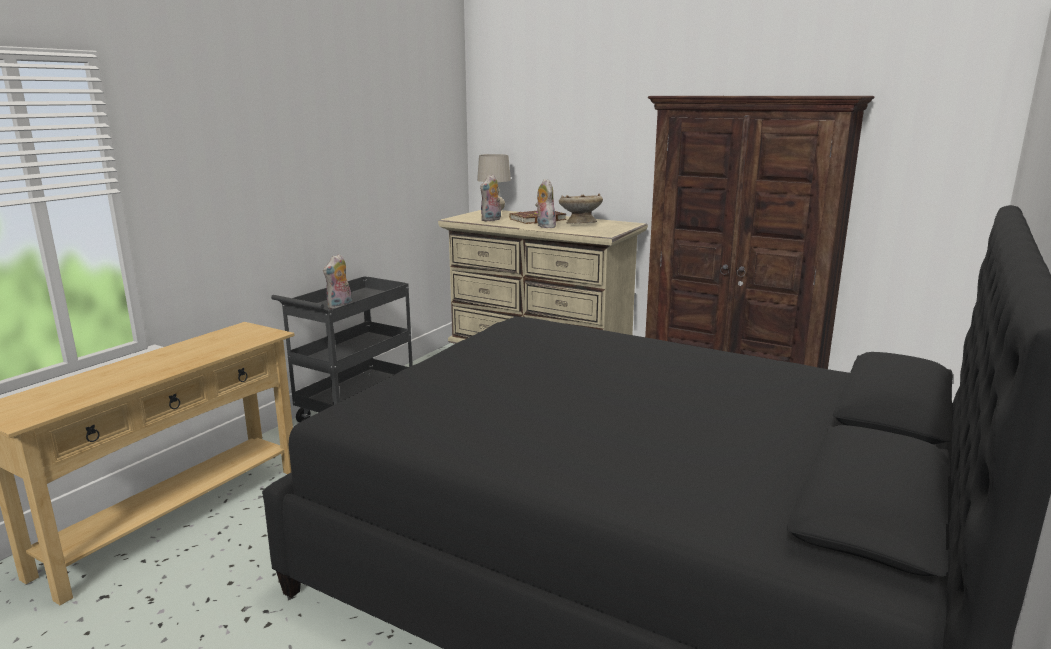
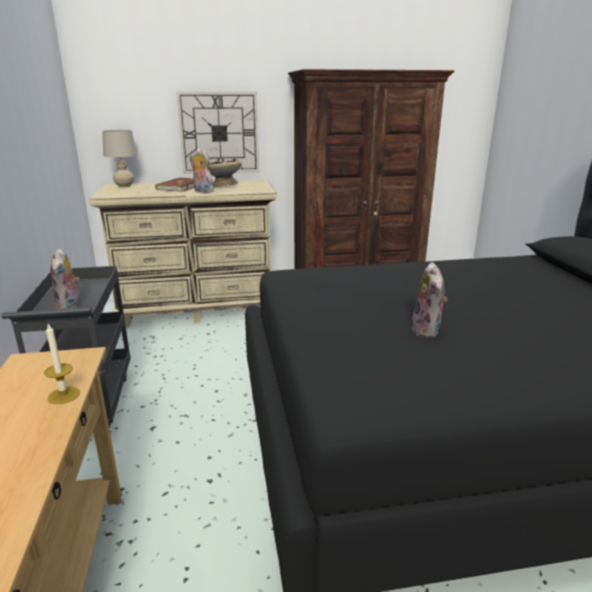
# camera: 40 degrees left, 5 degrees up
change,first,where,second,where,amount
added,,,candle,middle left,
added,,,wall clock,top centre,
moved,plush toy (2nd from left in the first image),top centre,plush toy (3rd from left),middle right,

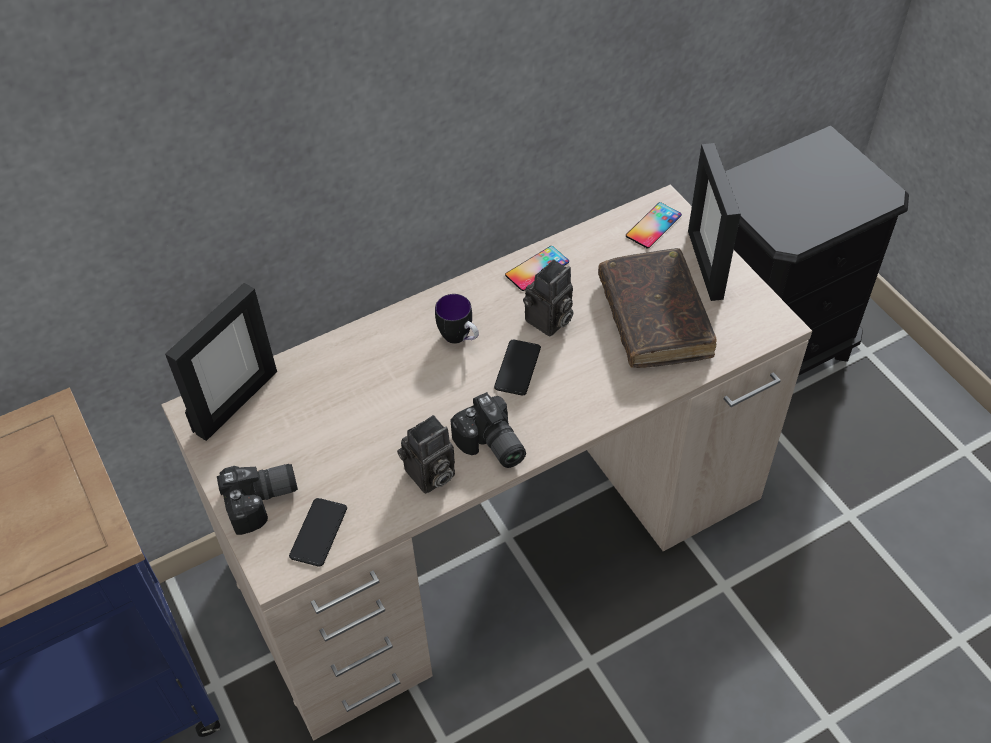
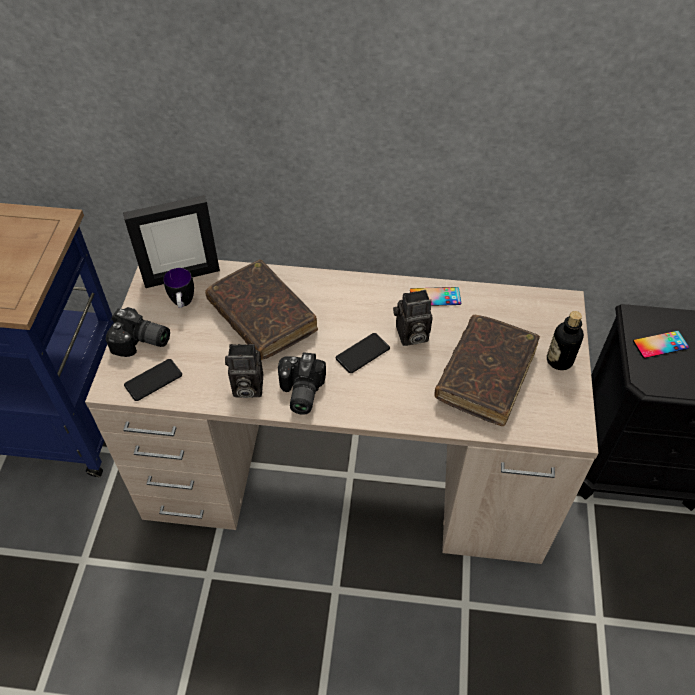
# camera: 35 degrees right, 0 degrees up
change,first,where,second,where,amount
added,,,brown book (1st from left),centre,
moved,mug,centre,,middle left,
moved,phone (4th from left),top centre,,middle right,
replaced,picture frame (2nd from left),top right,bottle,middle right,

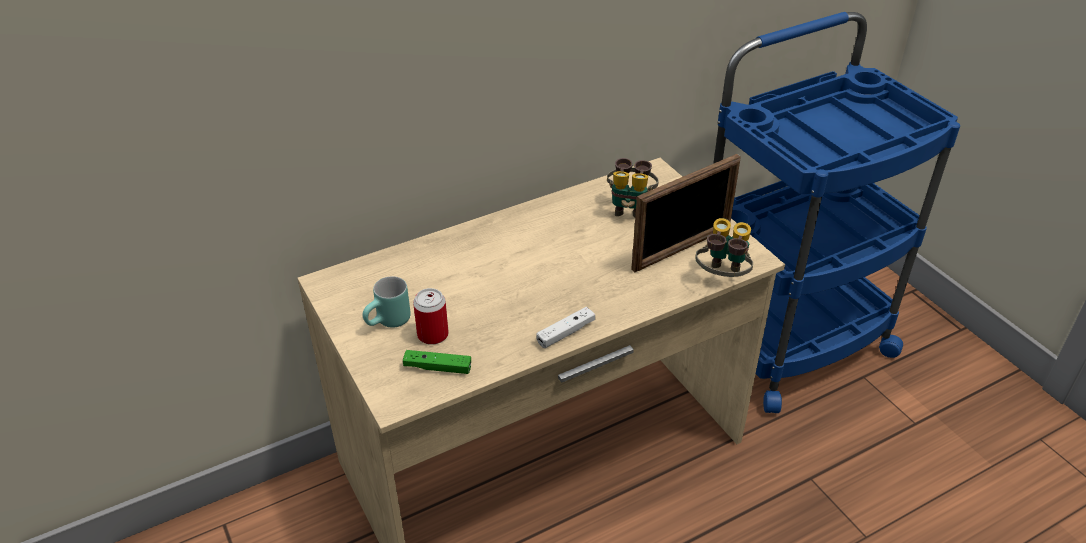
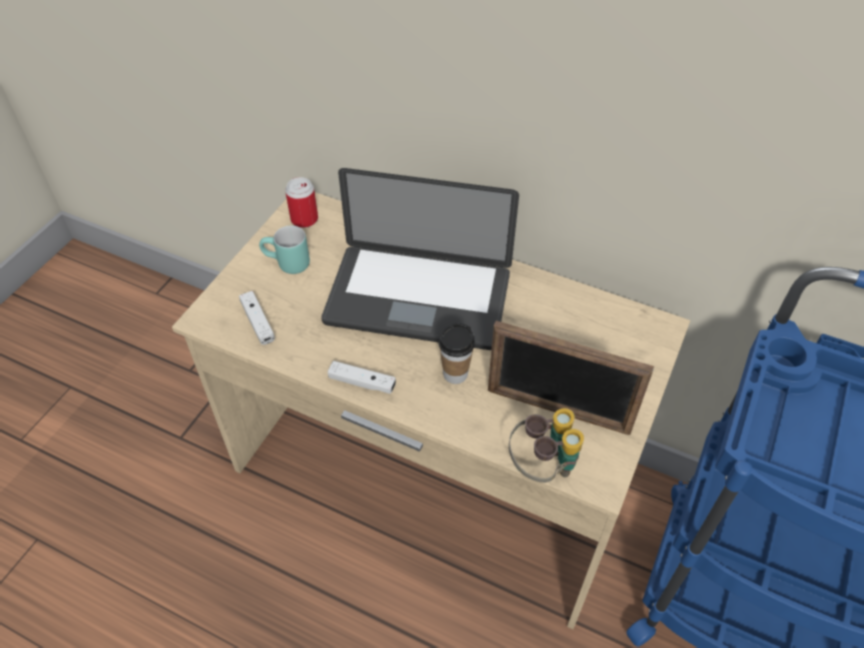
# camera: 55 degrees right, 10 degrees up
change,first,where,second,where,amount
removed,binoculars (1st from left),centre,,,
added,,,laptop,centre,
added,,,cup,centre,
moved,can,centre,,top centre,
recoloured,green game controller,bottom centre,white game controller (1st from left),middle left,

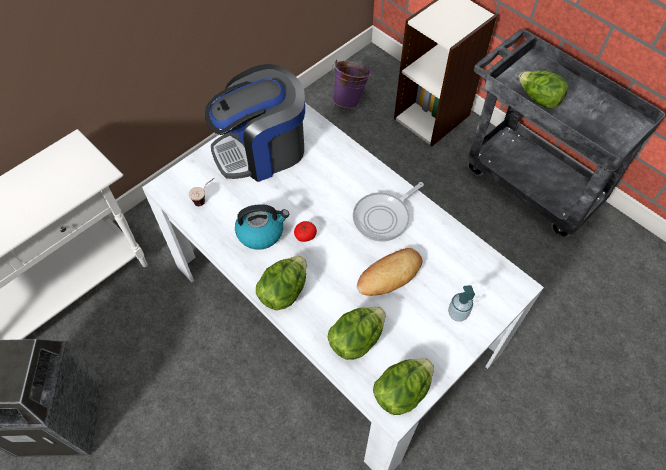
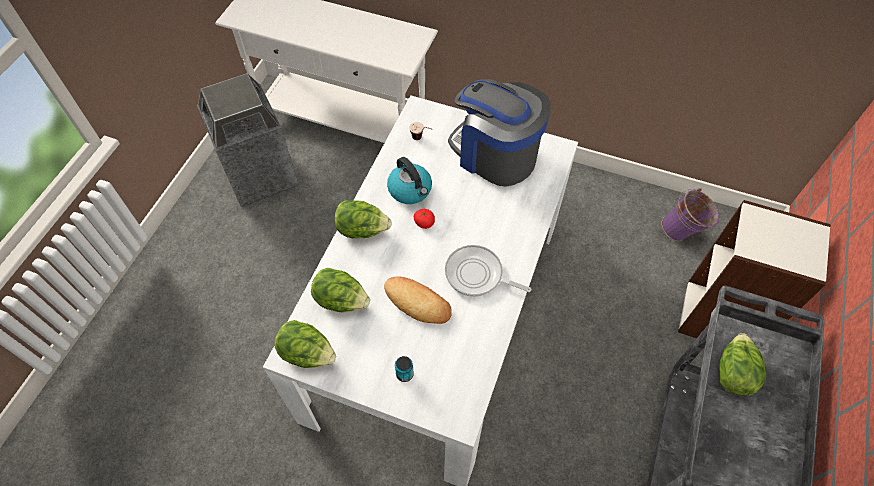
# camera: 65 degrees right, 0 degrees up
change,first,where,second,where,amount
replaced,soap dispenser,middle right,can,bottom centre,

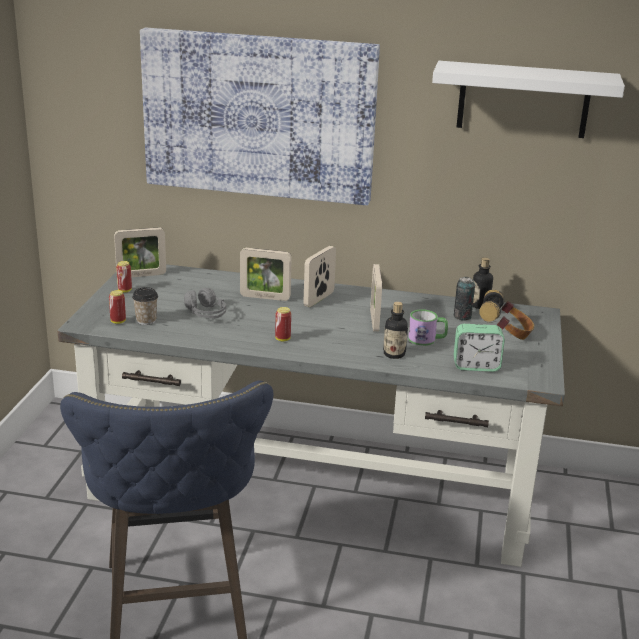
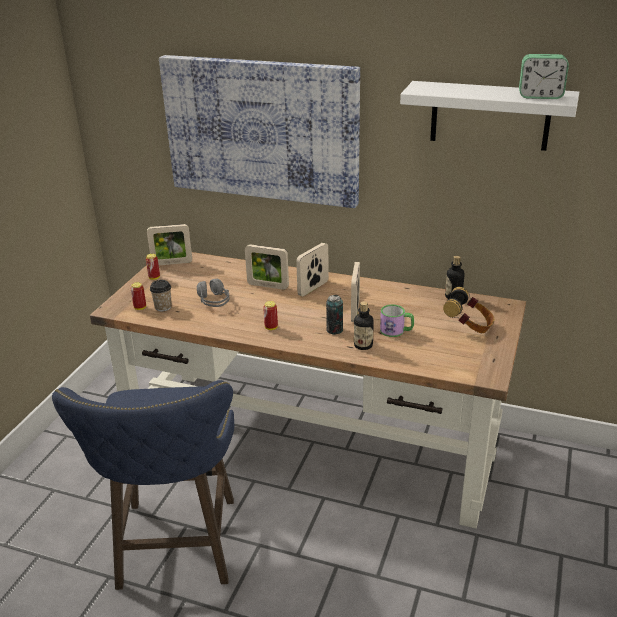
# camera: 10 degrees right, 5 degrees up
change,first,where,second,where,amount
moved,can (4th from left),middle right,,centre,
moved,alarm clock,middle right,,top right,
recoloured,grey desk,centre,brown desk,centre,

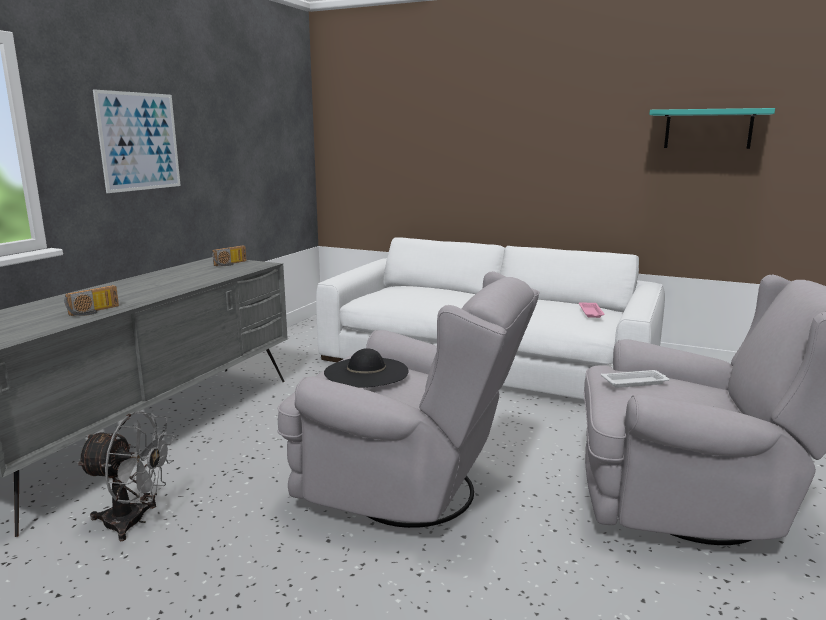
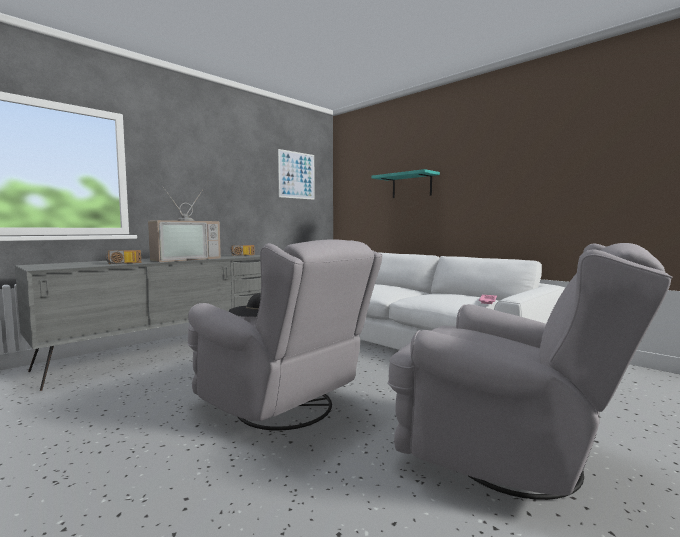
# camera: 20 degrees right, 10 degrees down
change,first,where,second,where,amount
removed,grey fan,bottom left,,,
removed,white tray,middle right,,,
added,,,television,middle left,
moved,picture,top left,,top centre,
moved,turquoise shelf,top right,,centre,

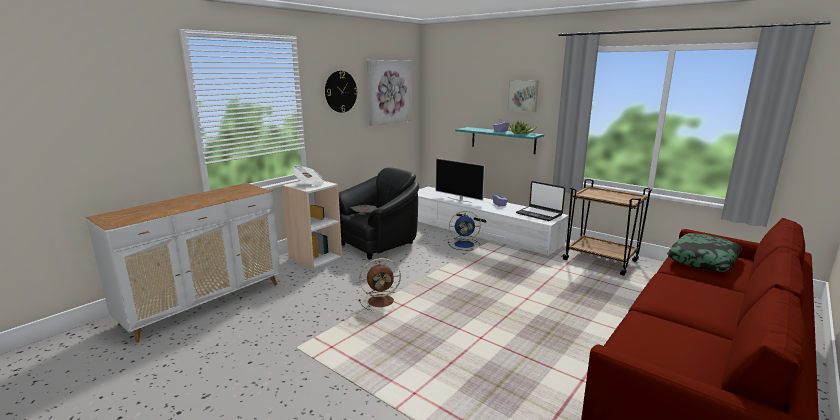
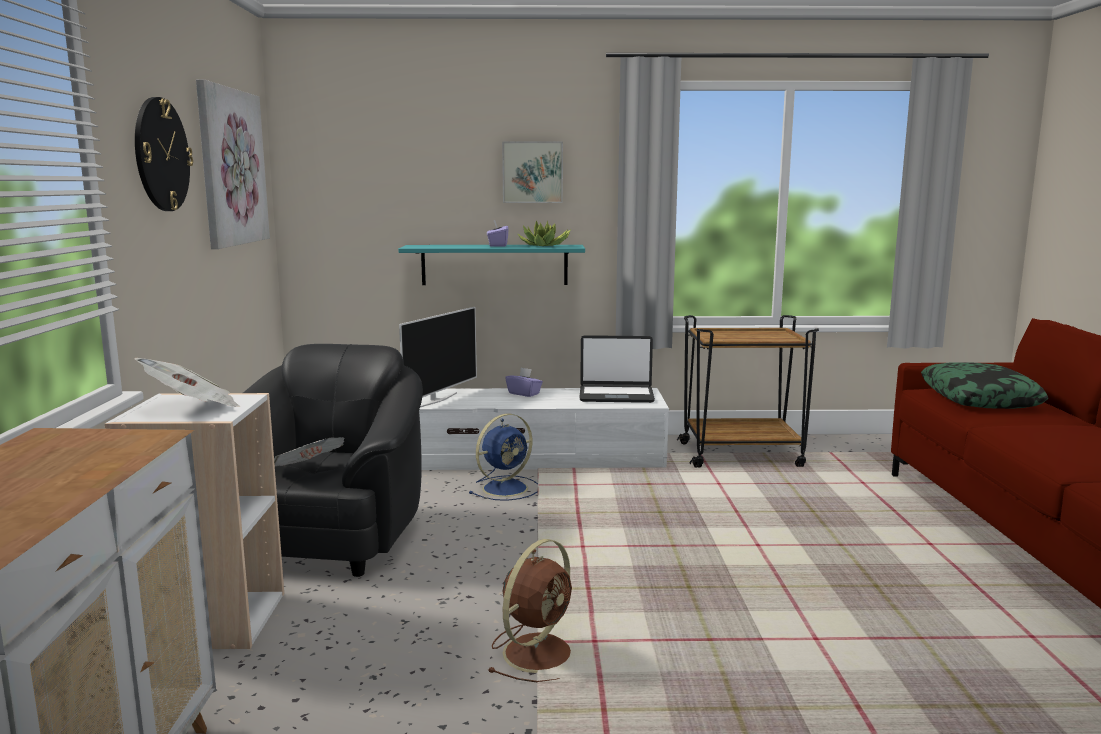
# camera: 40 degrees left, 5 degrees down
change,first,where,second,where,amount
turned,television,centre,,centre,60 degrees counterclockwise

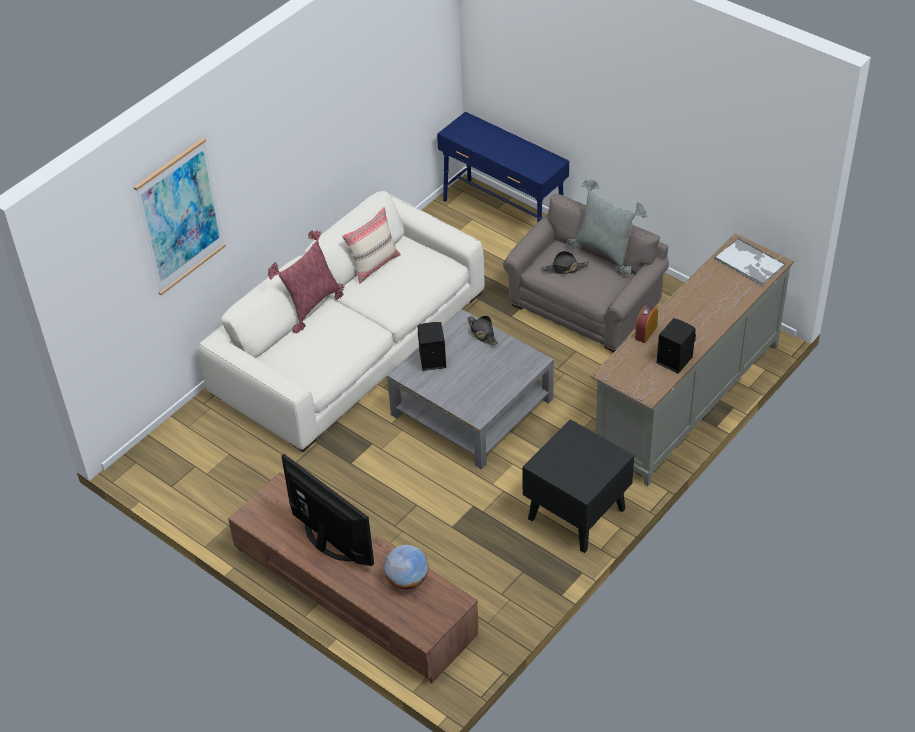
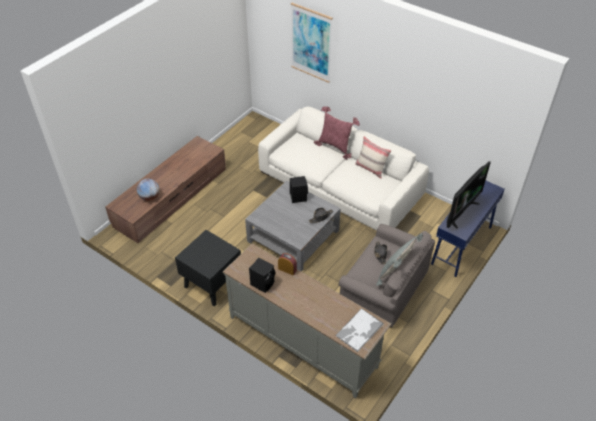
# camera: 85 degrees right, 0 degrees up
change,first,where,second,where,amount
moved,television,bottom centre,,middle right,

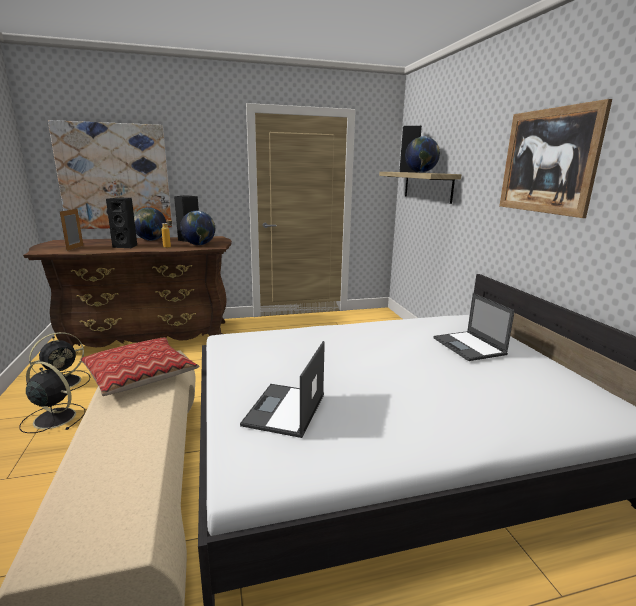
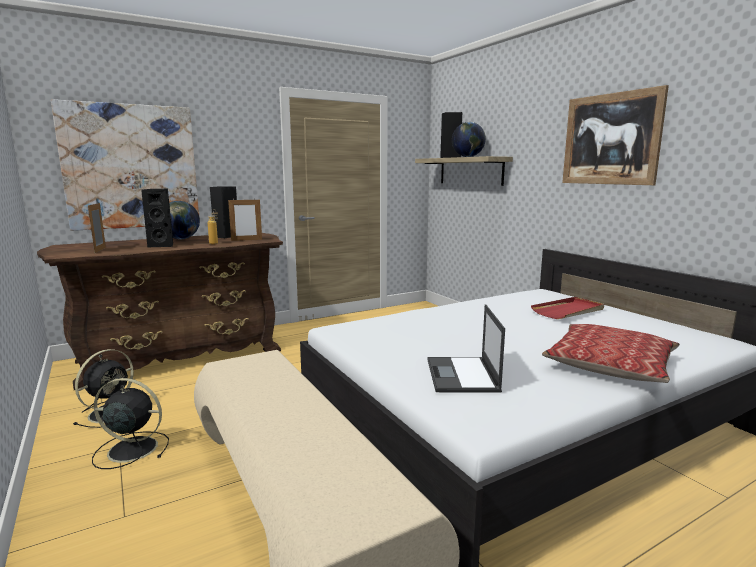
# camera: 15 degrees left, 5 degrees down
change,first,where,second,where,amount
moved,pillow,middle left,,middle right,
replaced,globe (2nd from left),middle left,picture frame (2nd from left),middle left,
replaced,laptop (2nd from left),middle right,red tray,middle right,

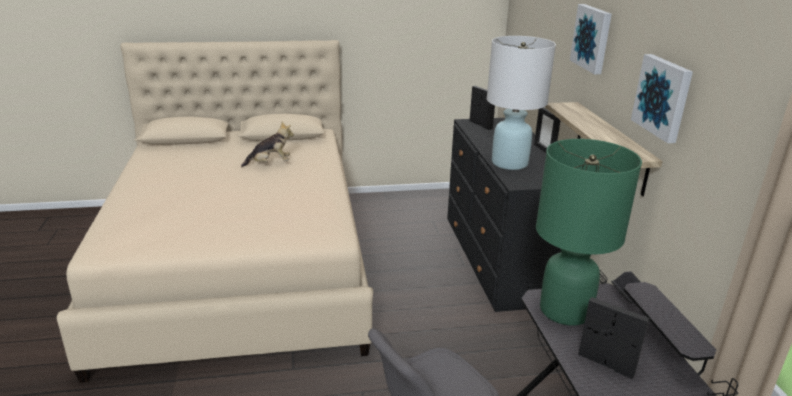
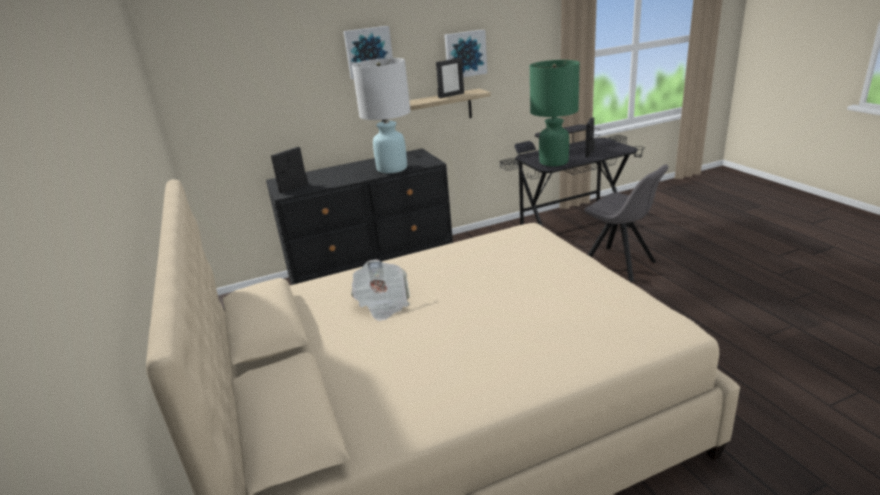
# camera: 100 degrees left, 0 degrees up
change,first,where,second,where,amount
moved,picture frame (2nd from left),top right,,top centre,
replaced,plush toy,centre,newspaper,centre,

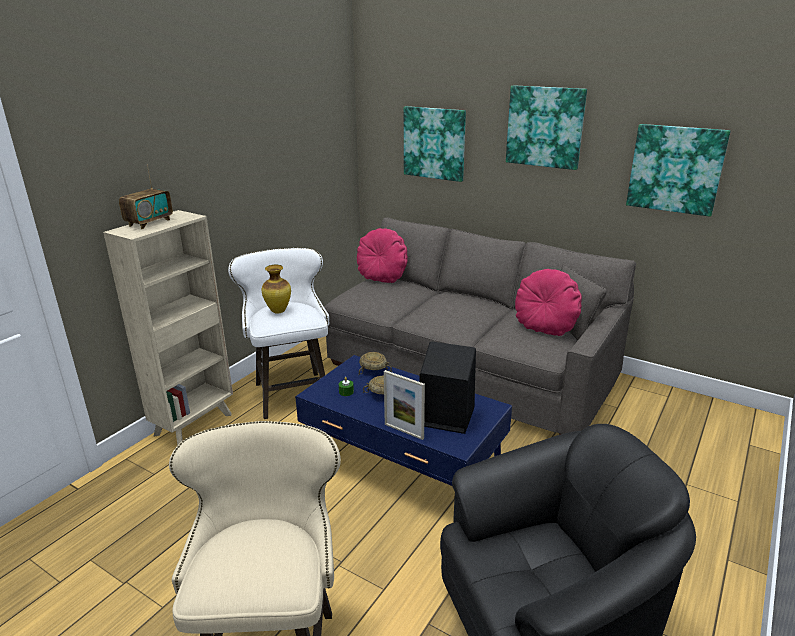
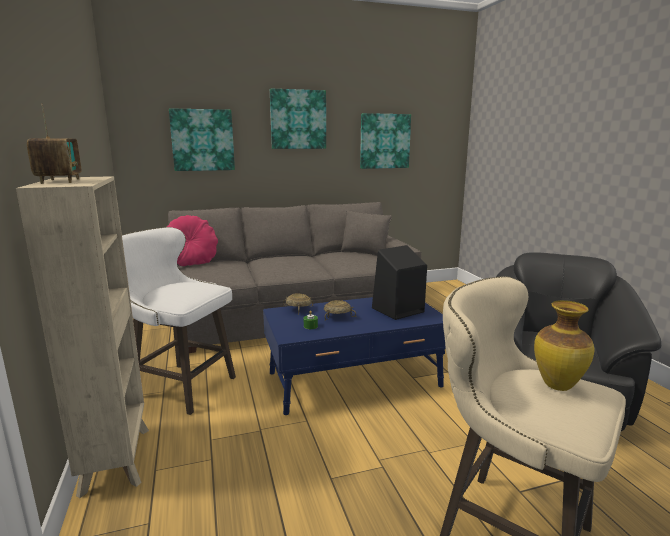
# camera: 50 degrees left, 10 degrees down
change,first,where,second,where,amount
removed,picture frame,centre,,,
removed,pink pillow (2nd from left),middle right,,,
moved,vase,centre,,middle right,

